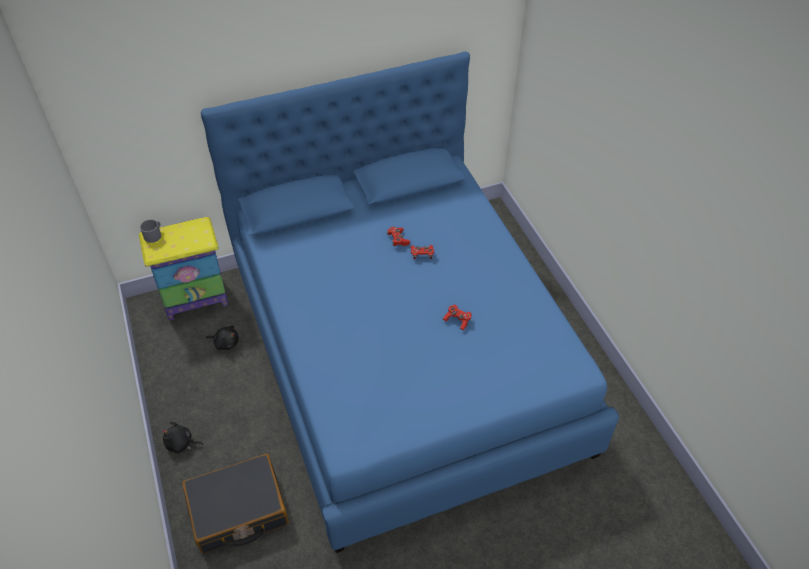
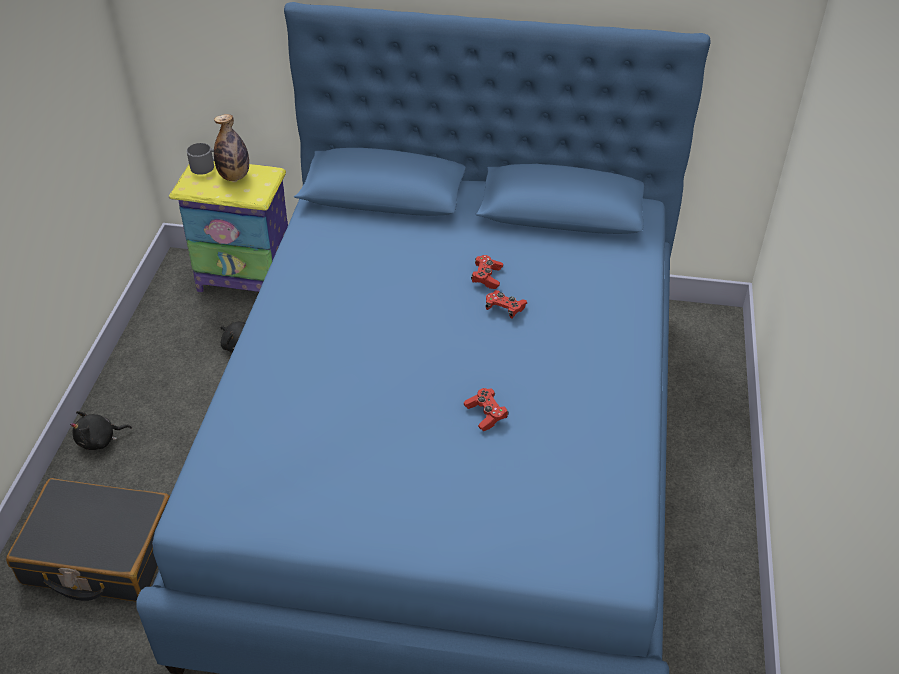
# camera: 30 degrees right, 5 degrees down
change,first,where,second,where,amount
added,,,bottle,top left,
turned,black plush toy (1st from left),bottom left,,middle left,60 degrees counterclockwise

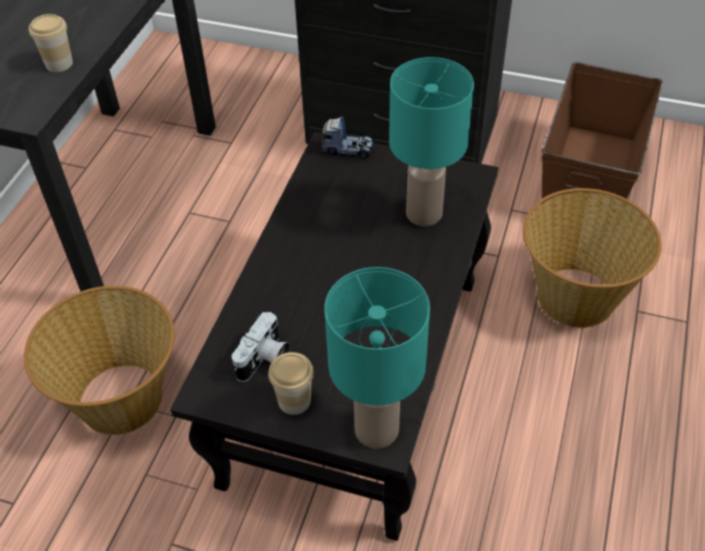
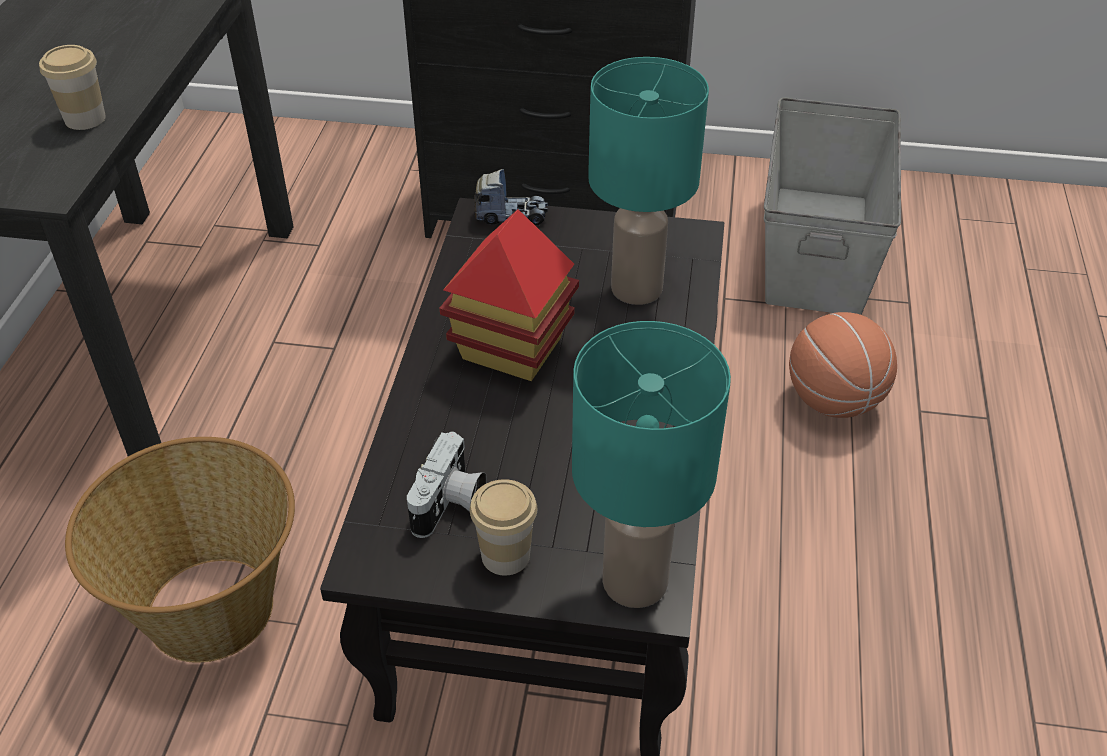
# camera: 10 degrees left, 5 degrees down
change,first,where,second,where,amount
added,,,toy house,centre,
replaced,basket (2nd from left),middle right,basketball,middle right,
recoloured,brown storage box,top right,grey storage box,top right,

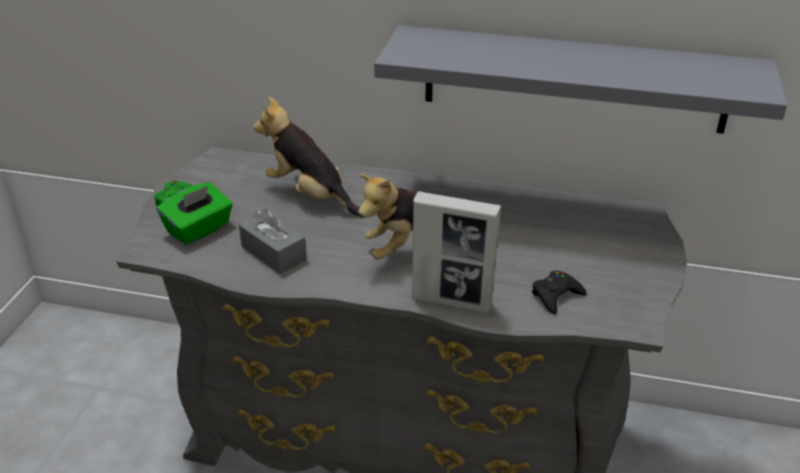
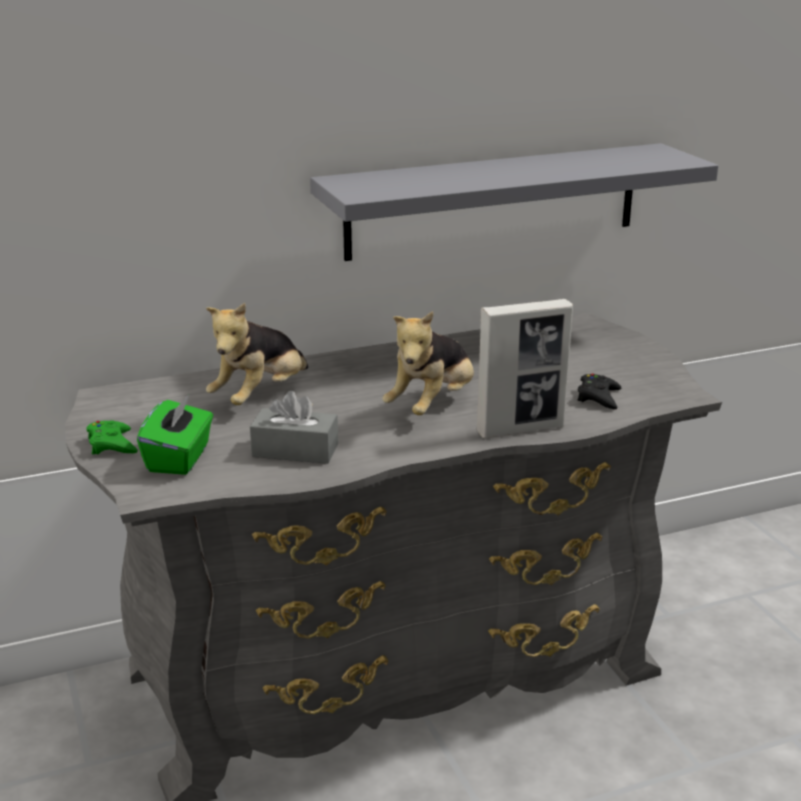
# camera: 35 degrees left, 10 degrees down
change,first,where,second,where,amount
turned,plush toy (1st from left),top centre,,middle left,60 degrees counterclockwise

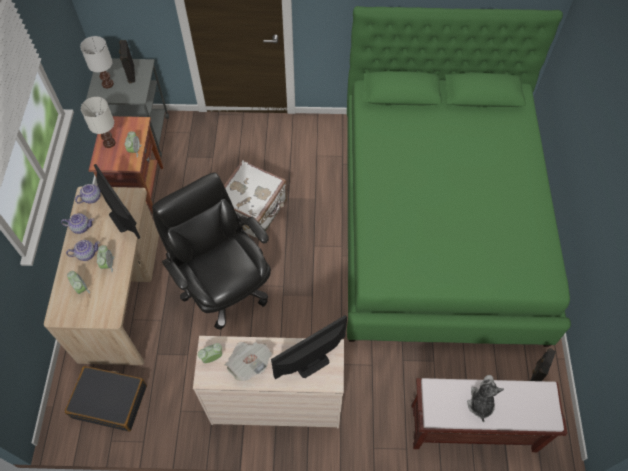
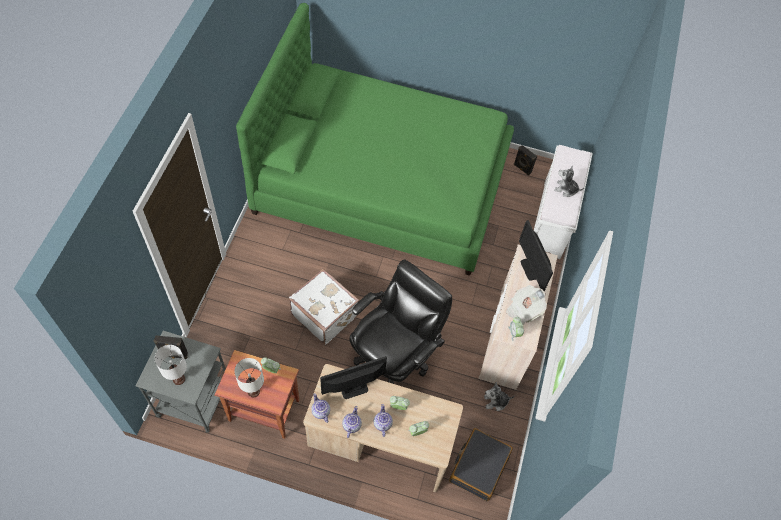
# camera: 80 degrees left, 0 degrees up
change,first,where,second,where,amount
added,,,plush toy (1st from left),bottom centre,
recoloured,brown bench,bottom right,white bench,middle right,
turned,black office chair,centre,,centre,150 degrees clockwise

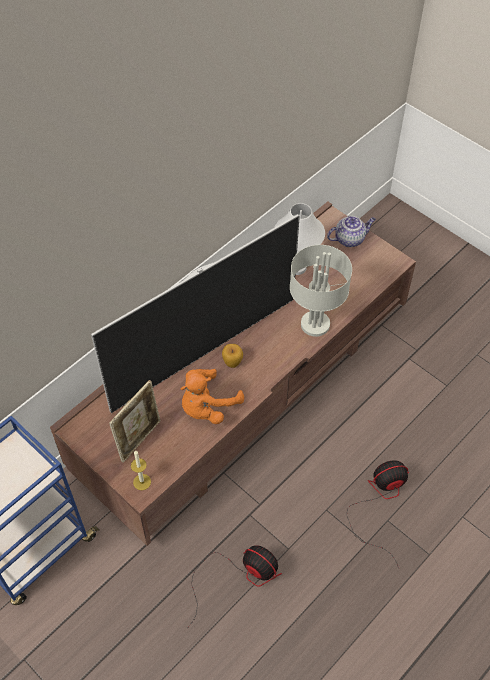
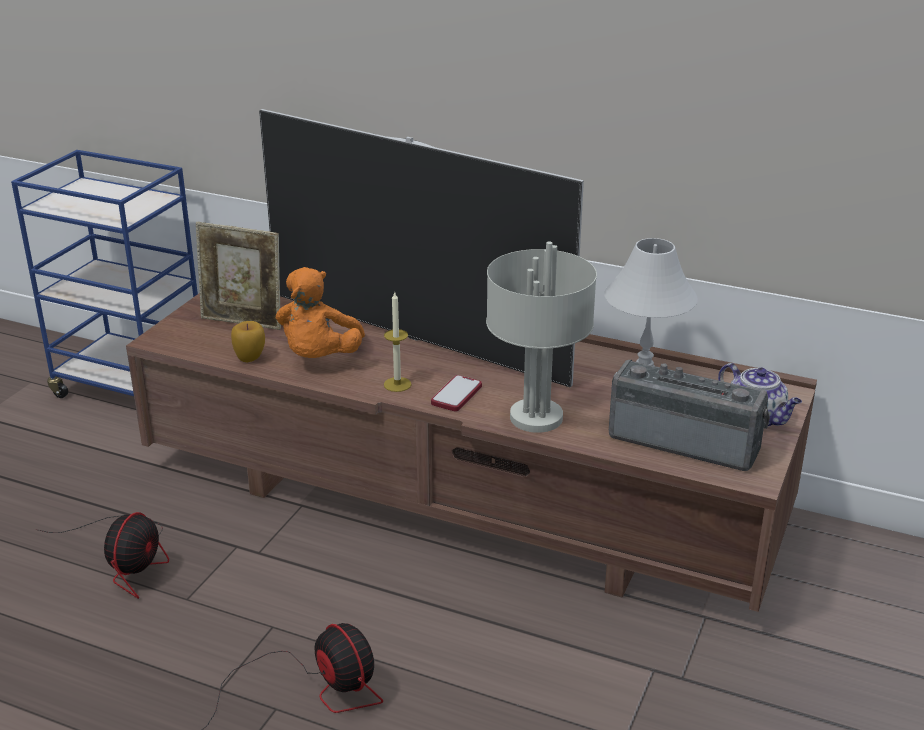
# camera: 70 degrees right, 25 degrees down
change,first,where,second,where,amount
added,,,phone,centre,
added,,,radio,middle right,
moved,candle,bottom left,,centre,
moved,apple,centre,,middle left,
turned,orange plush toy,centre,,centre,105 degrees counterclockwise

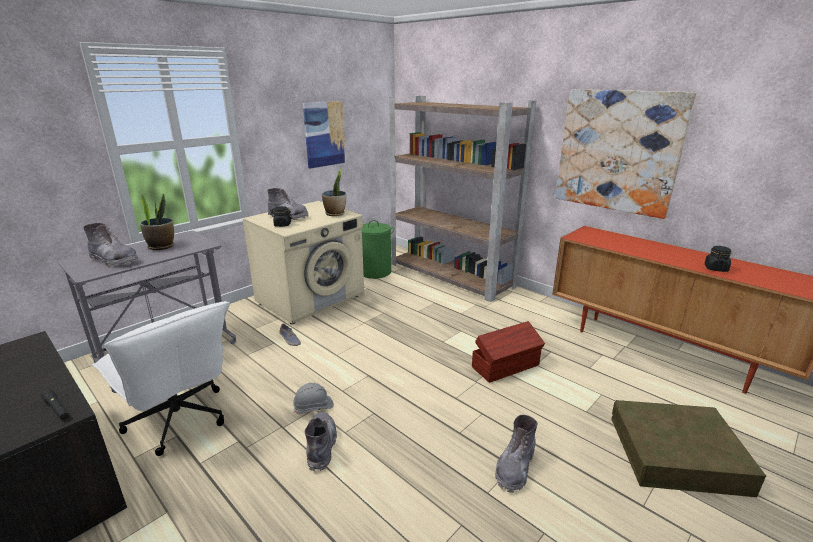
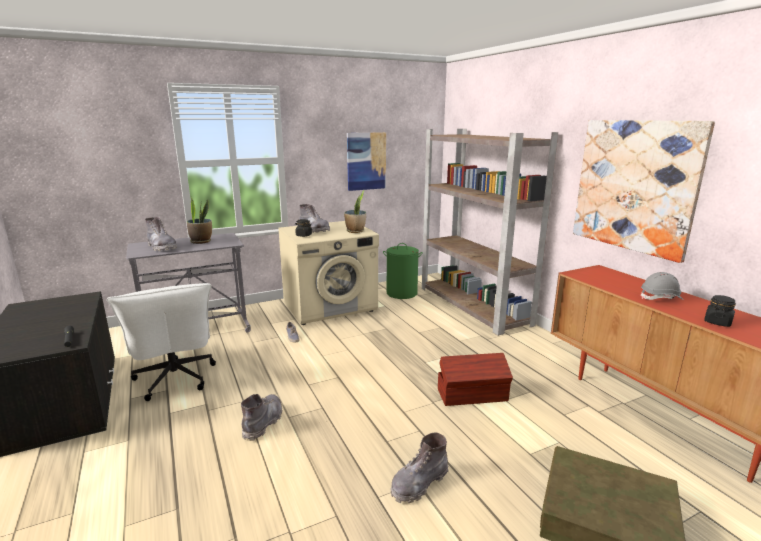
# camera: 20 degrees right, 5 degrees down
change,first,where,second,where,amount
moved,grey hard hat,bottom centre,,middle right,

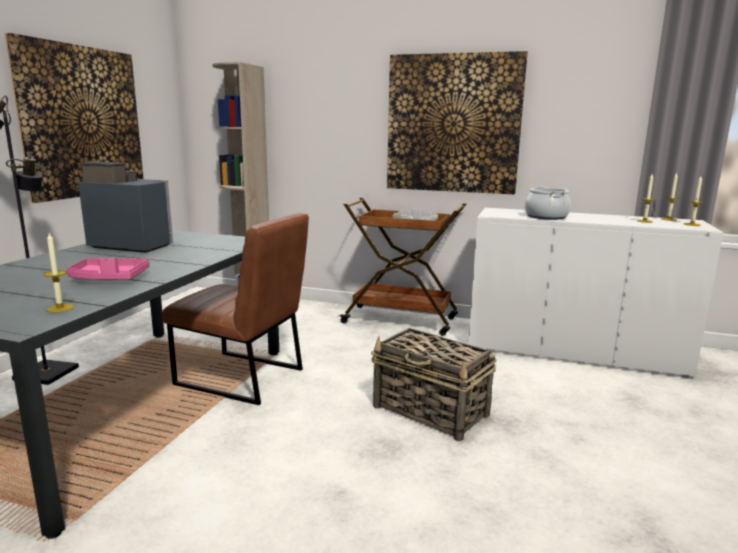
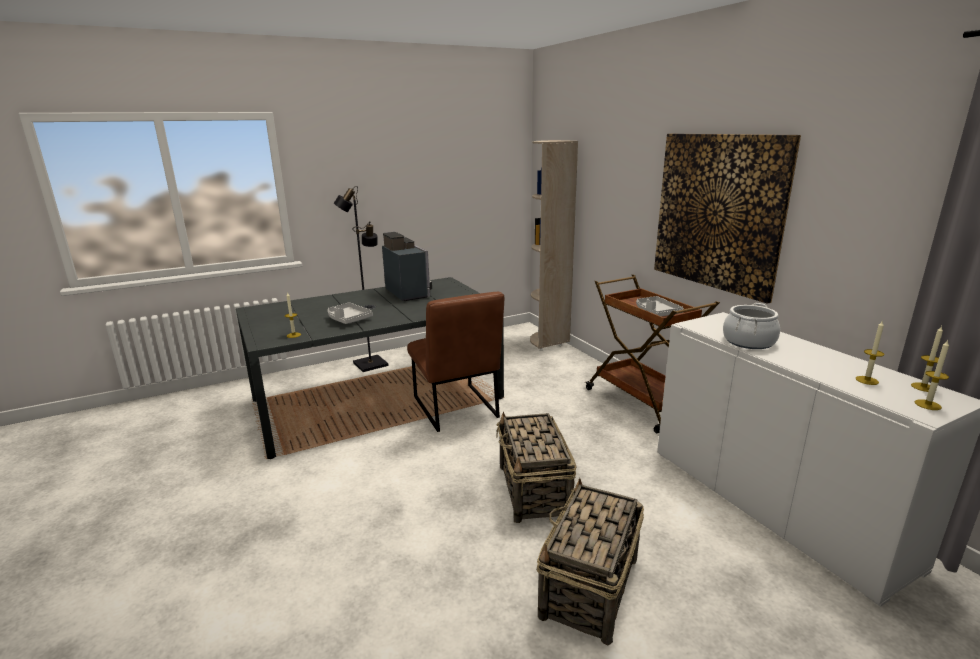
# camera: 45 degrees right, 5 degrees up
change,first,where,second,where,amount
removed,picture (1st from left),top left,,,
added,,,basket (2nd from left),bottom centre,
recoloured,pink tray,middle left,grey tray (1st from left),centre,

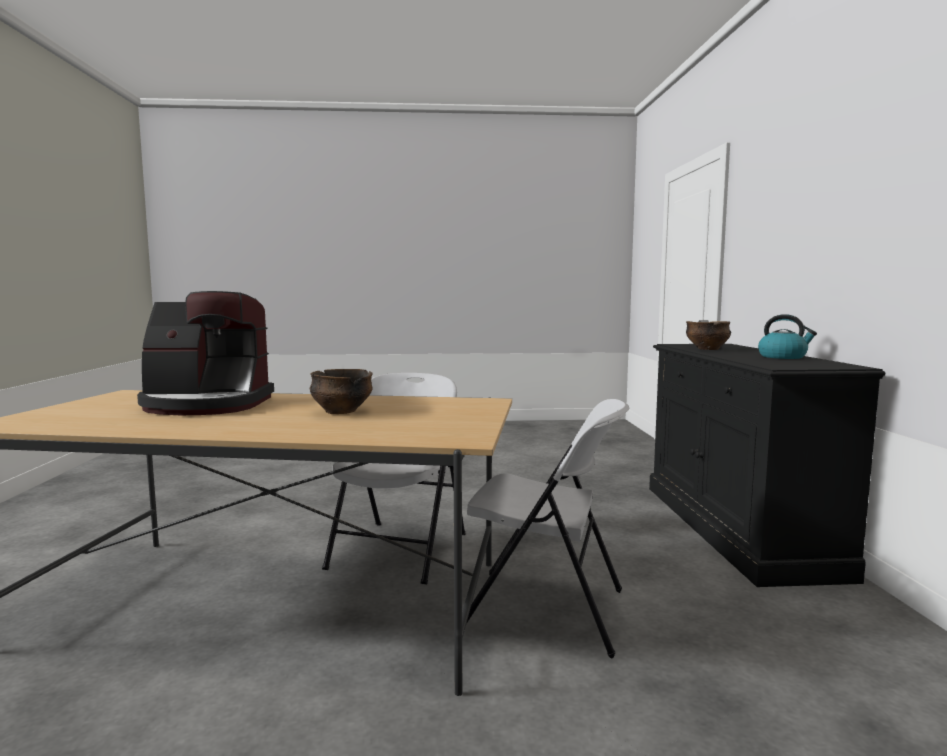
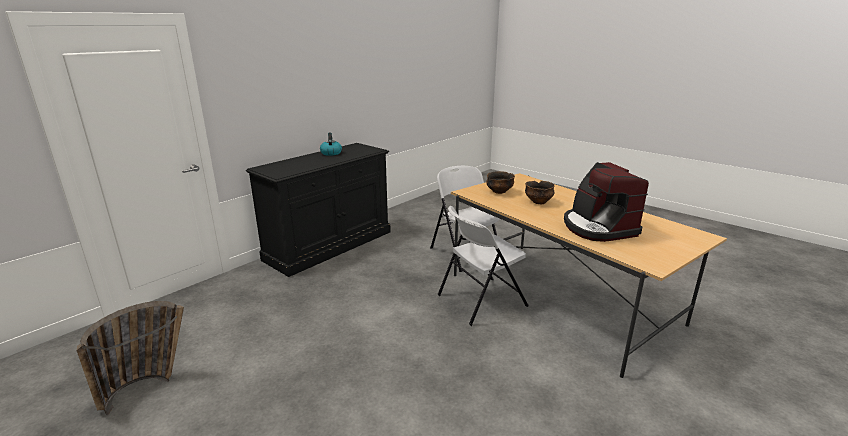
# camera: 135 degrees left, 15 degrees up
change,first,where,second,where,amount
added,,,basket,bottom left,
moved,bowl (2nd from left in the first image),middle right,bowl (1st from left),centre,
turned,coffee machine,middle left,,middle right,150 degrees counterclockwise

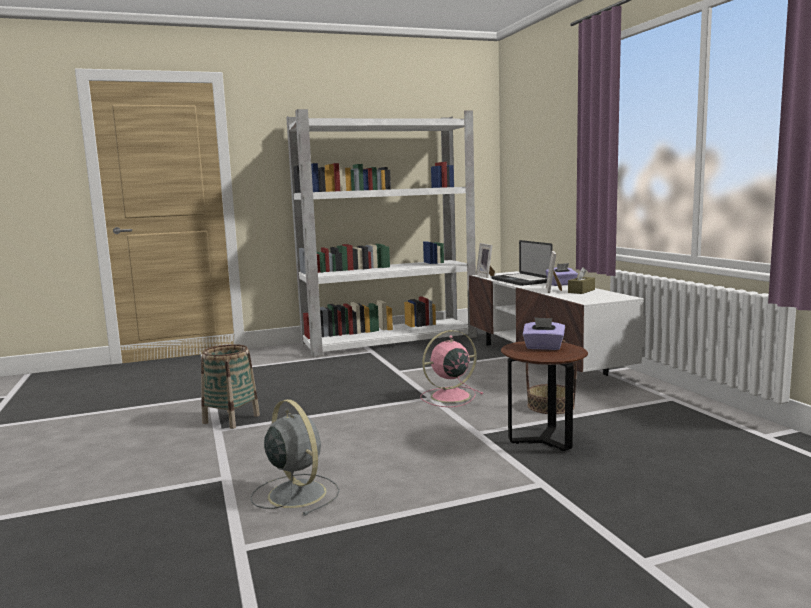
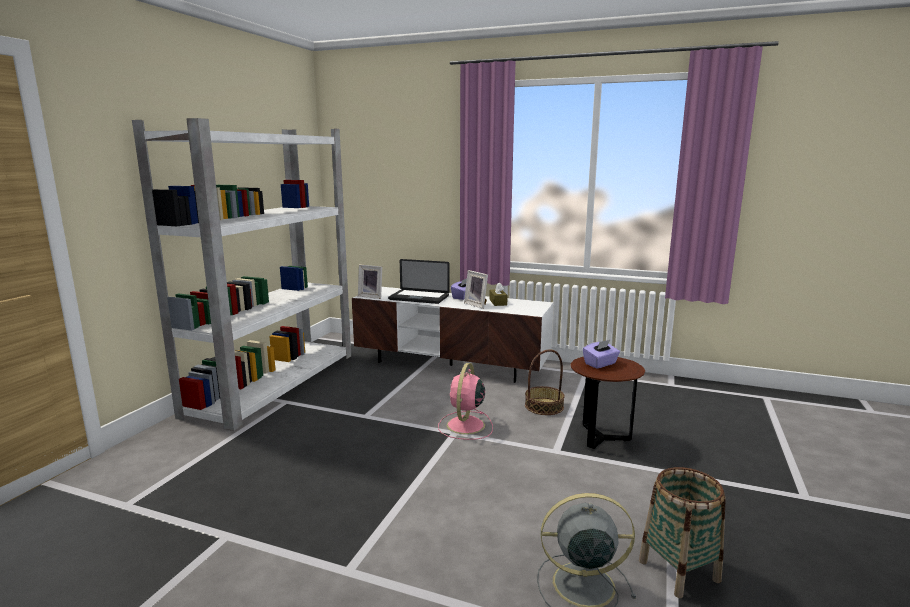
# camera: 50 degrees left, 5 degrees up
change,first,where,second,where,amount
moved,basket (1st from left in the first image),middle left,basket (2nd from left),bottom right,

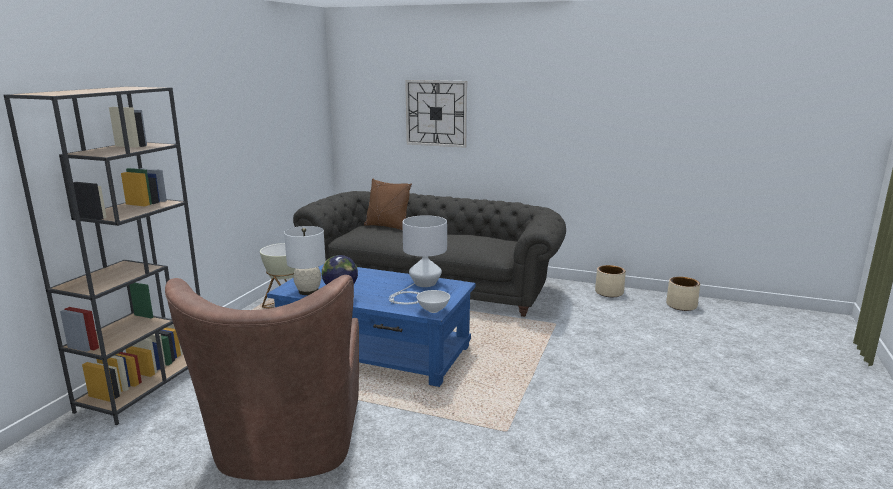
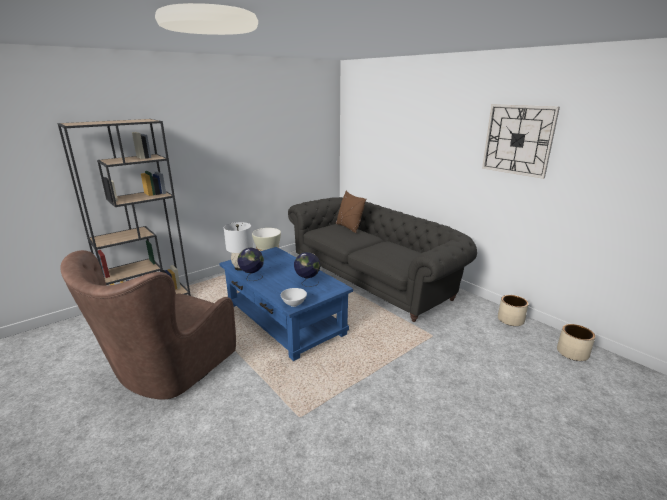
# camera: 30 degrees right, 5 degrees up
change,first,where,second,where,amount
moved,wall clock,top centre,,top right,
replaced,white table lamp (2nd from left),centre,globe (2nd from left),centre,

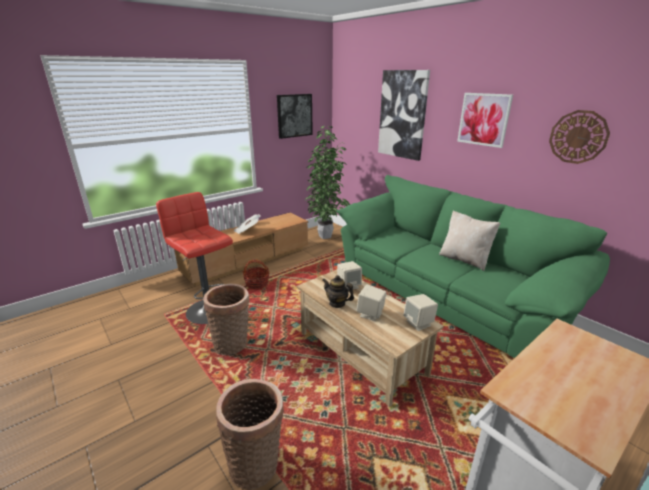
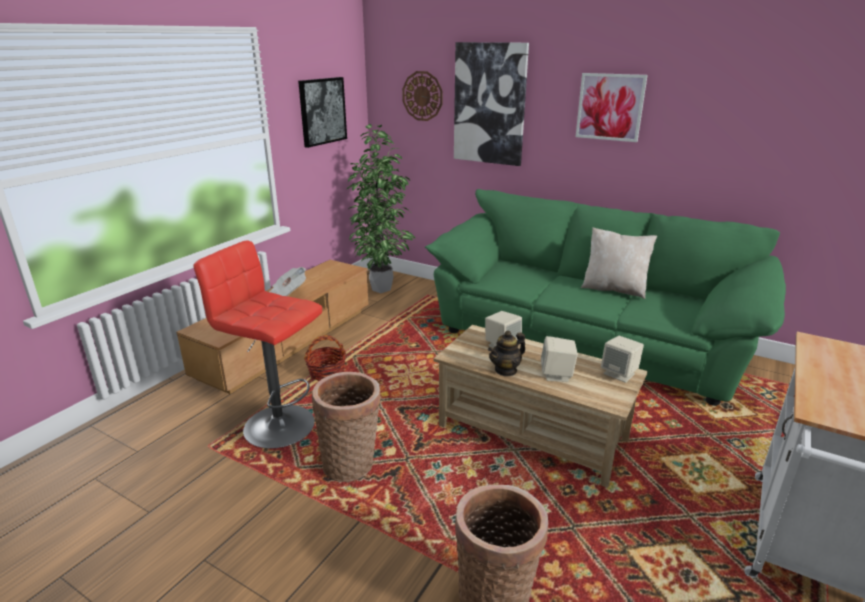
# camera: 20 degrees left, 0 degrees up
change,first,where,second,where,amount
moved,wall clock,top right,,top centre,
turned,teapot,centre,,centre,45 degrees counterclockwise

